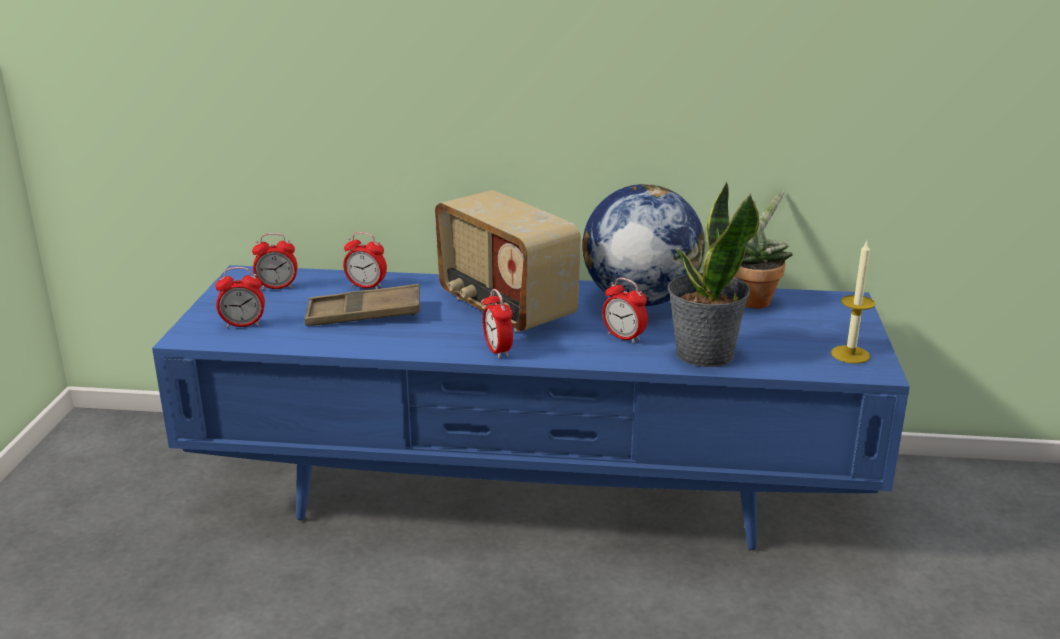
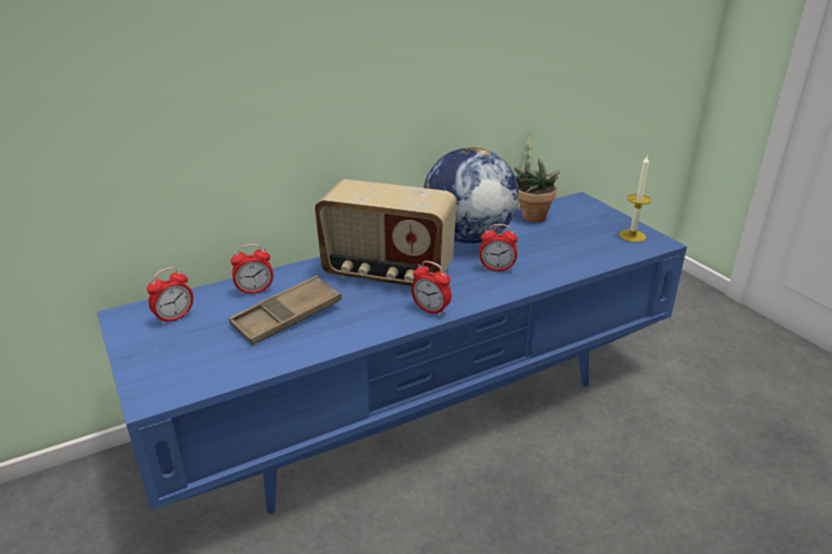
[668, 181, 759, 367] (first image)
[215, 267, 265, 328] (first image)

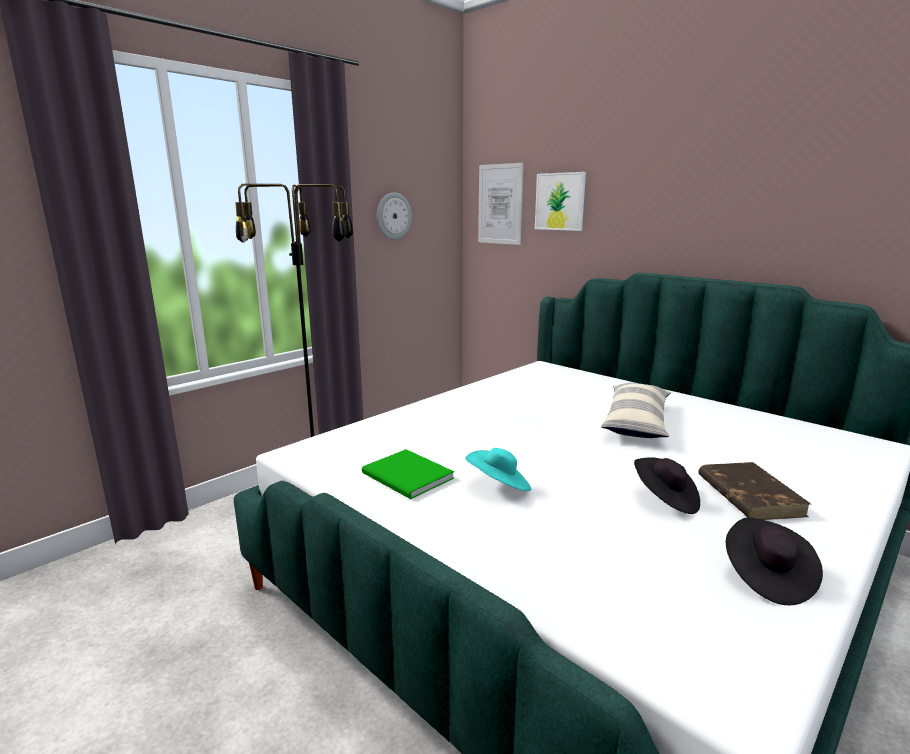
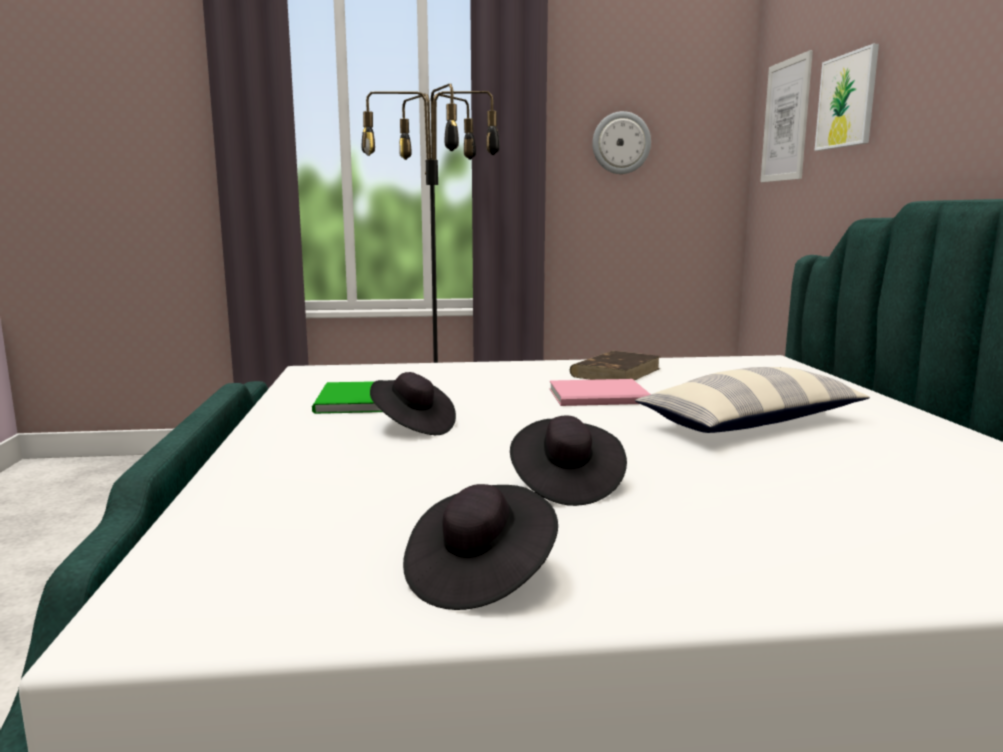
[370, 372, 456, 435]
[570, 351, 660, 380]
[550, 379, 651, 406]

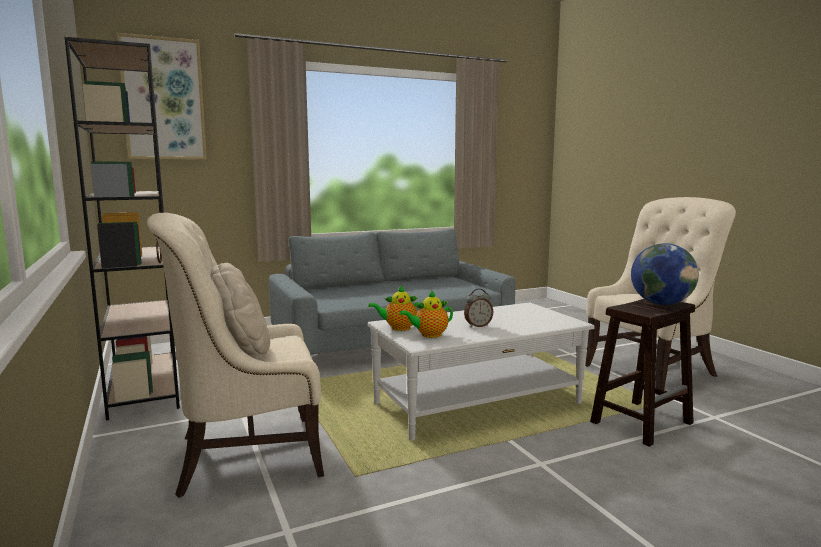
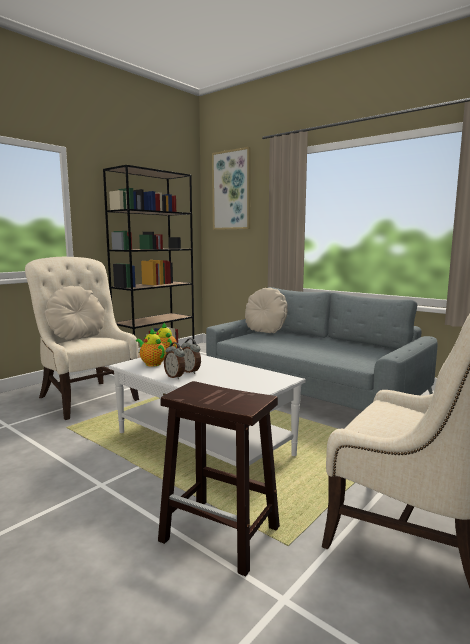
[631, 243, 699, 305] (first image)
[245, 288, 288, 333]
[164, 342, 185, 379]

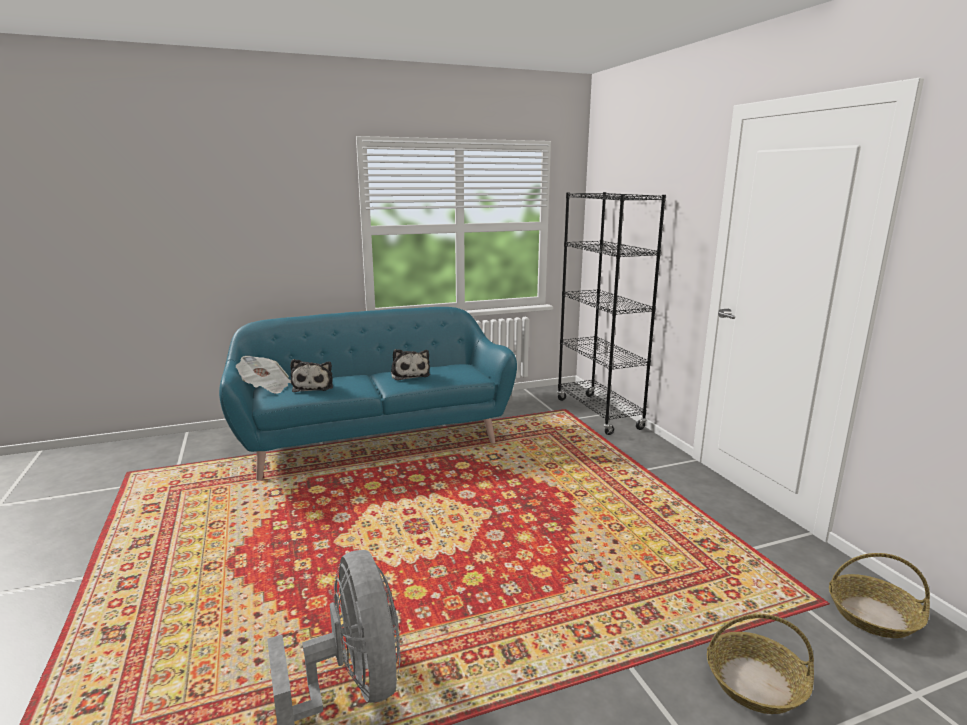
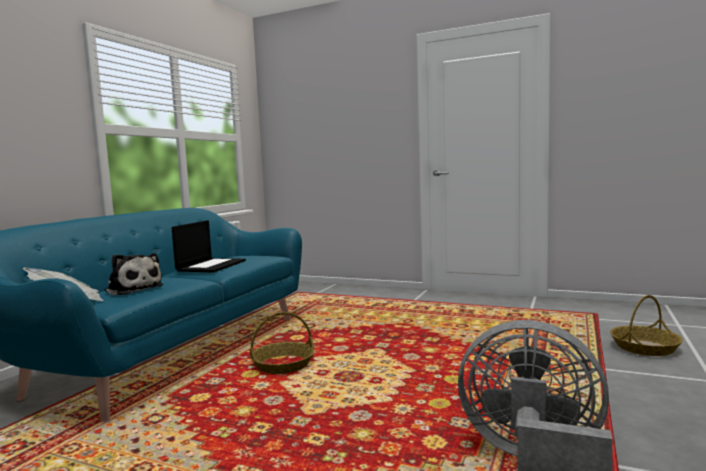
[557, 192, 666, 435] (first image)
[172, 220, 246, 272]
[250, 312, 314, 374]

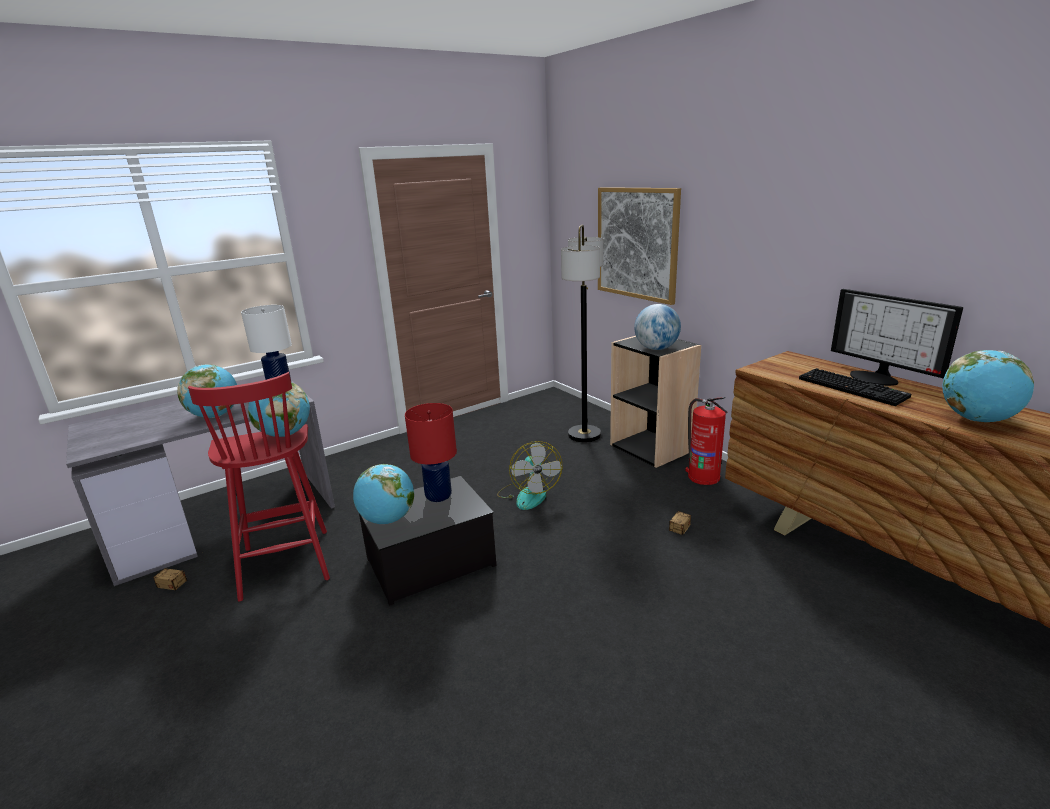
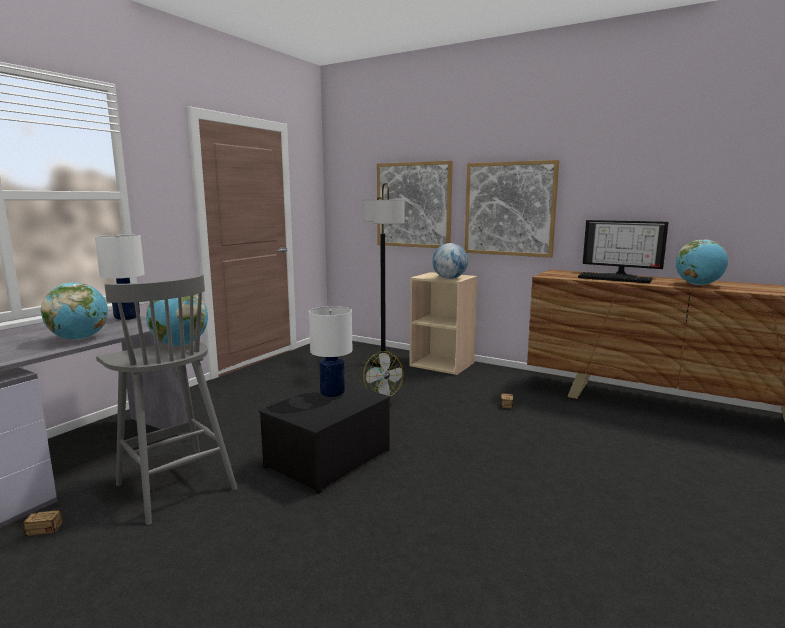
[409, 272, 477, 375]
[96, 274, 237, 525]
[685, 397, 728, 485] (first image)
[309, 306, 352, 397]
[353, 464, 414, 524] (first image)
[465, 160, 559, 258]

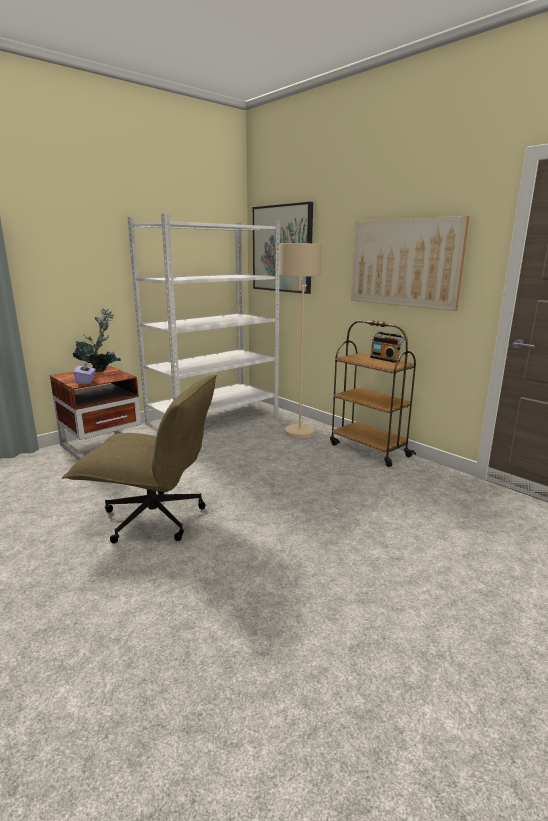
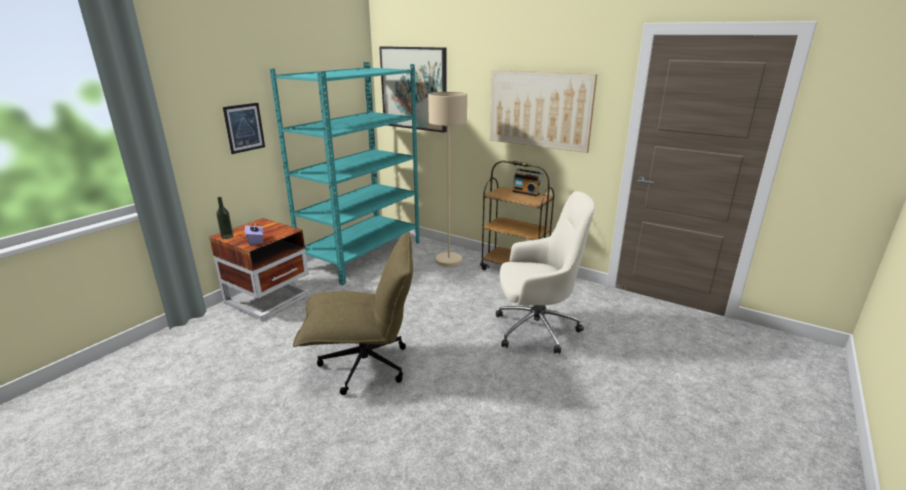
[270, 62, 420, 285]
[73, 309, 121, 372] (first image)
[223, 103, 265, 154]
[496, 191, 595, 354]
[216, 197, 233, 239]

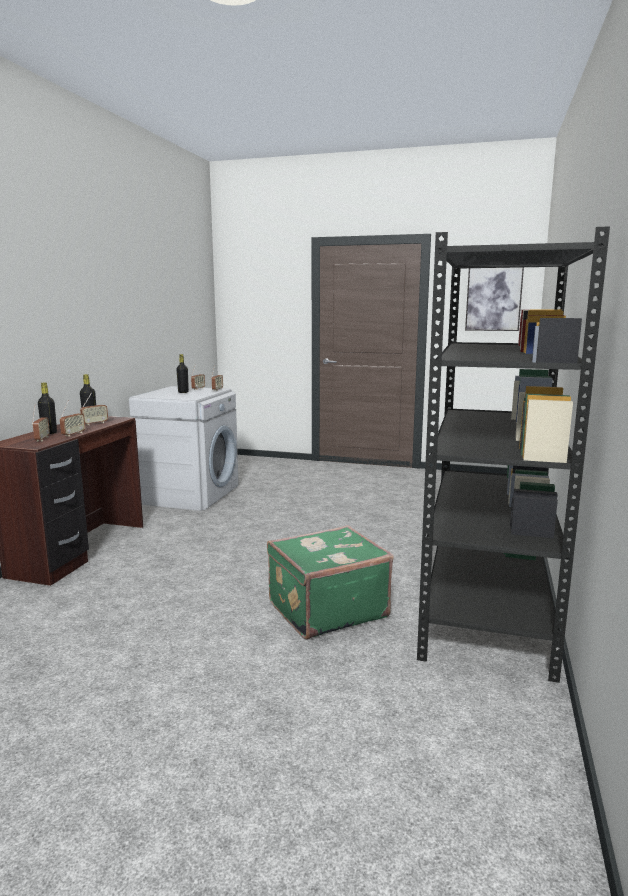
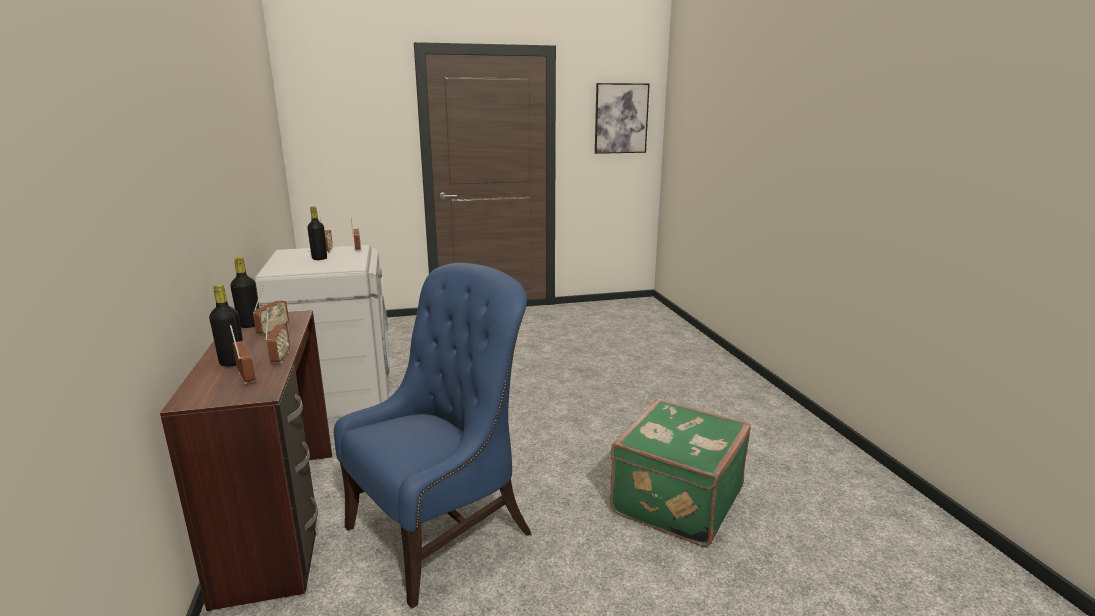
[417, 226, 610, 683] (first image)
[334, 263, 532, 609]

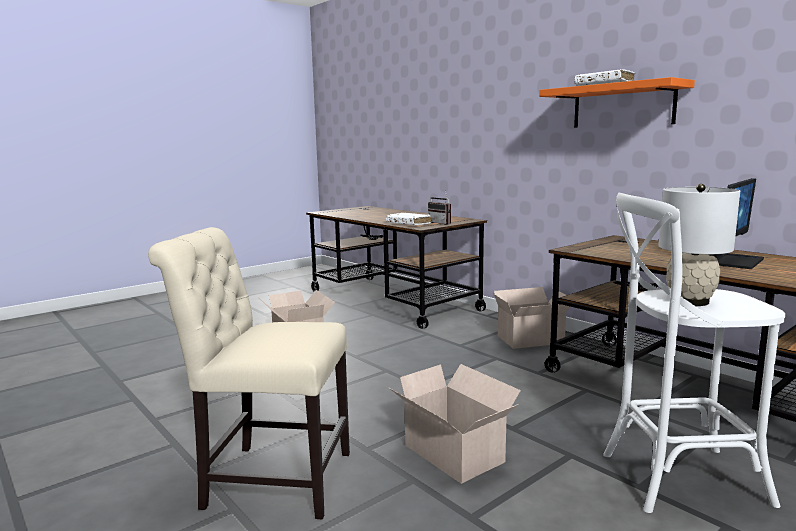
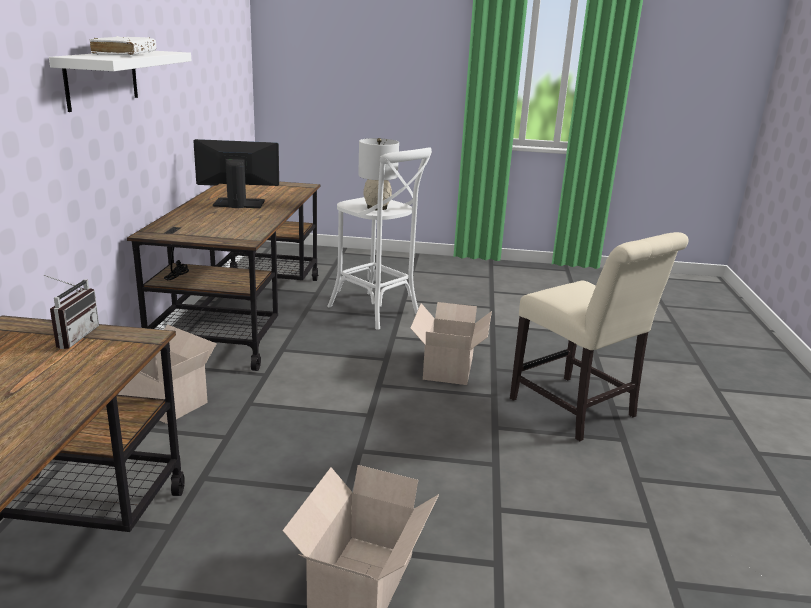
[49, 51, 191, 112]
[386, 212, 431, 226] (first image)

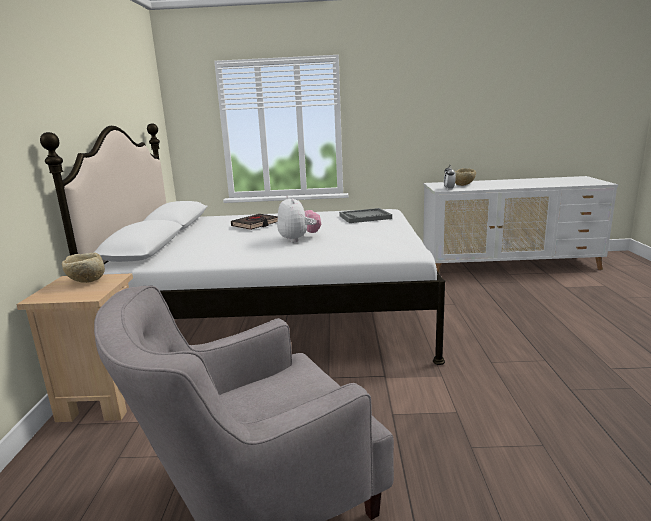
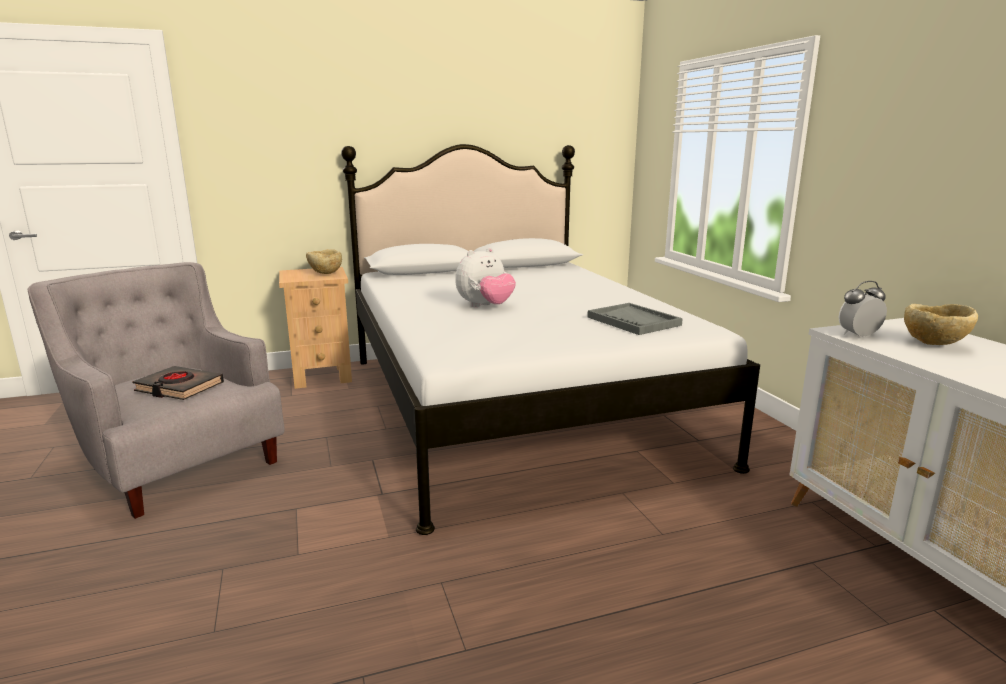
[132, 366, 224, 400]

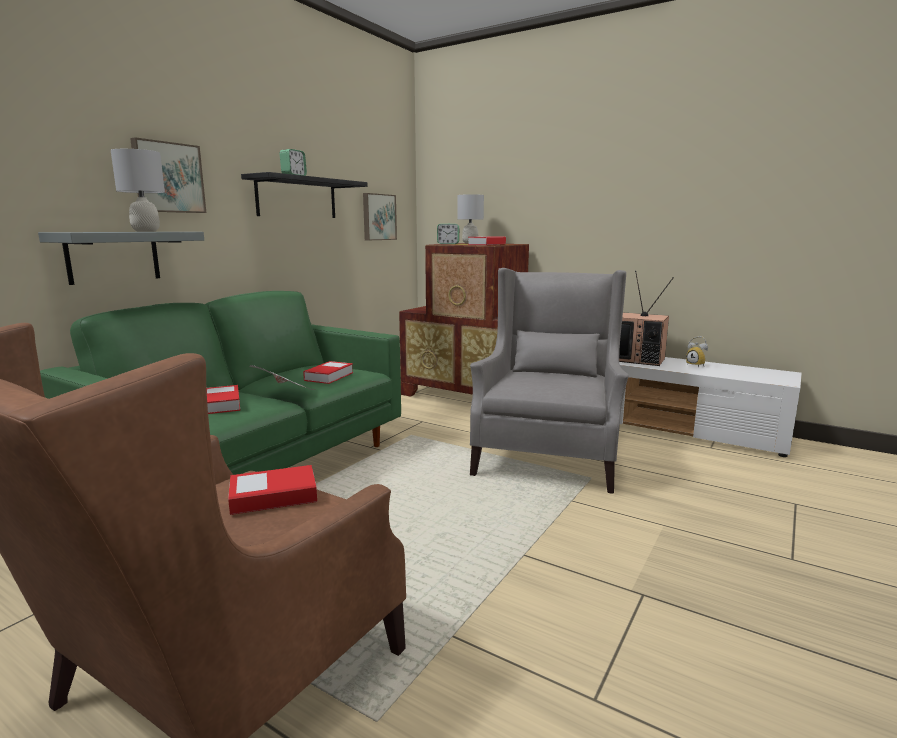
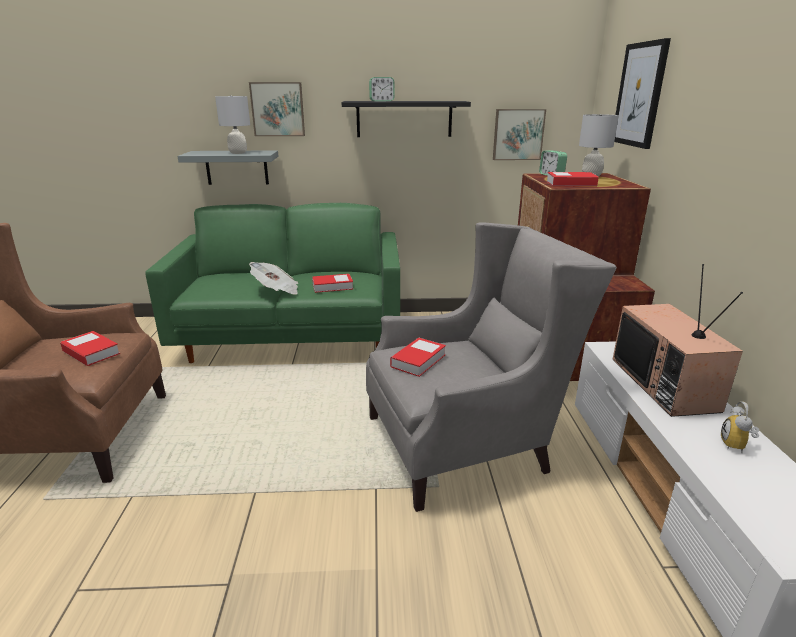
[390, 338, 446, 377]
[614, 38, 671, 149]

